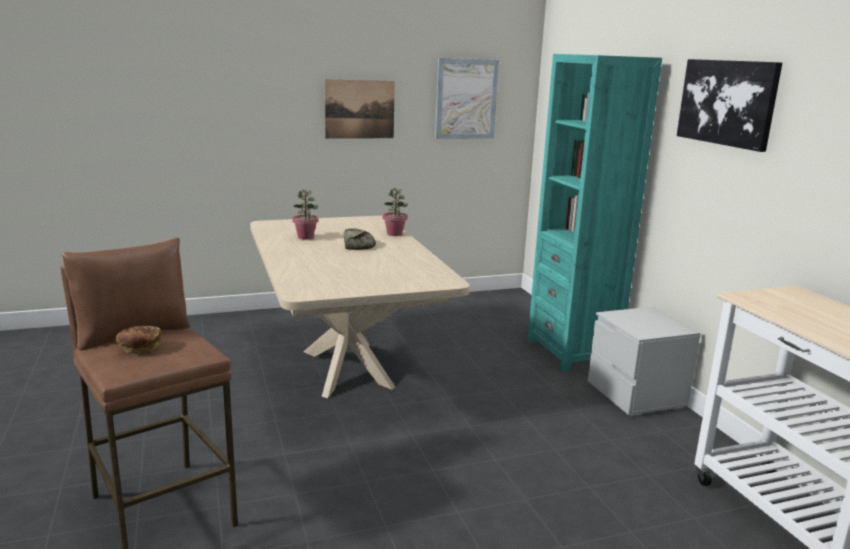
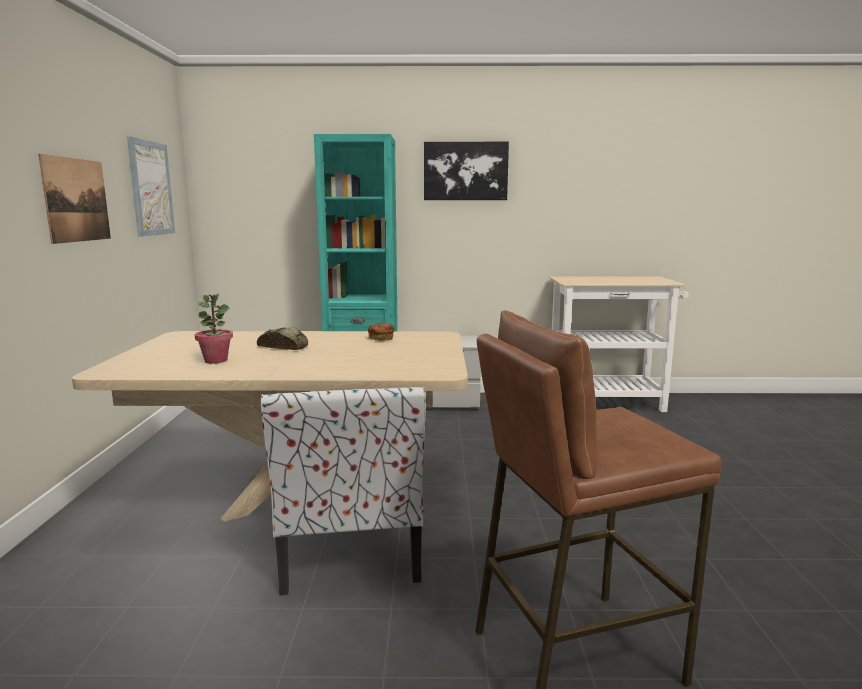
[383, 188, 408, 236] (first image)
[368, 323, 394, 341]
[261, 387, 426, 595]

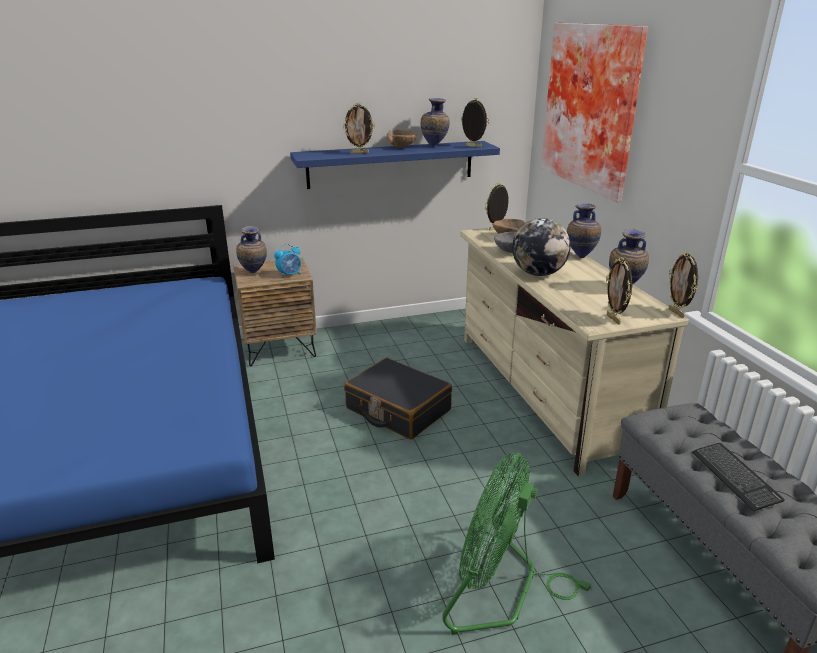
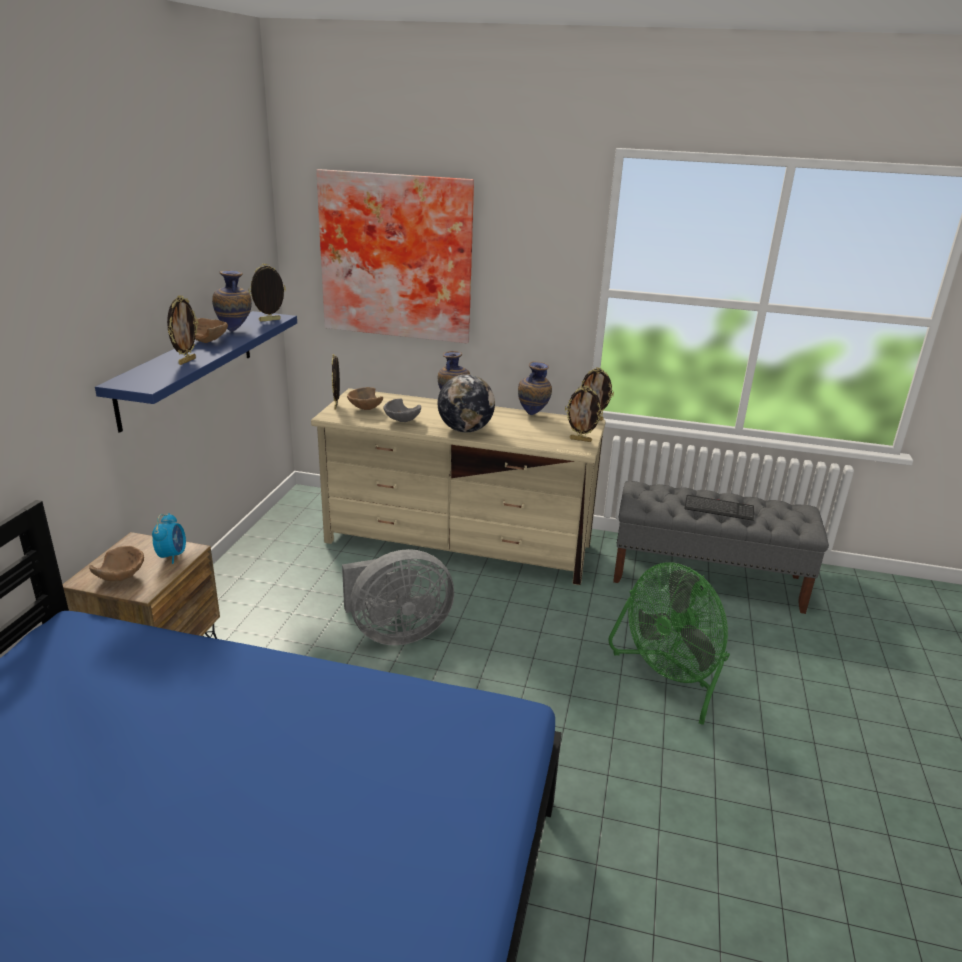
[89, 546, 144, 581]
[342, 549, 454, 645]

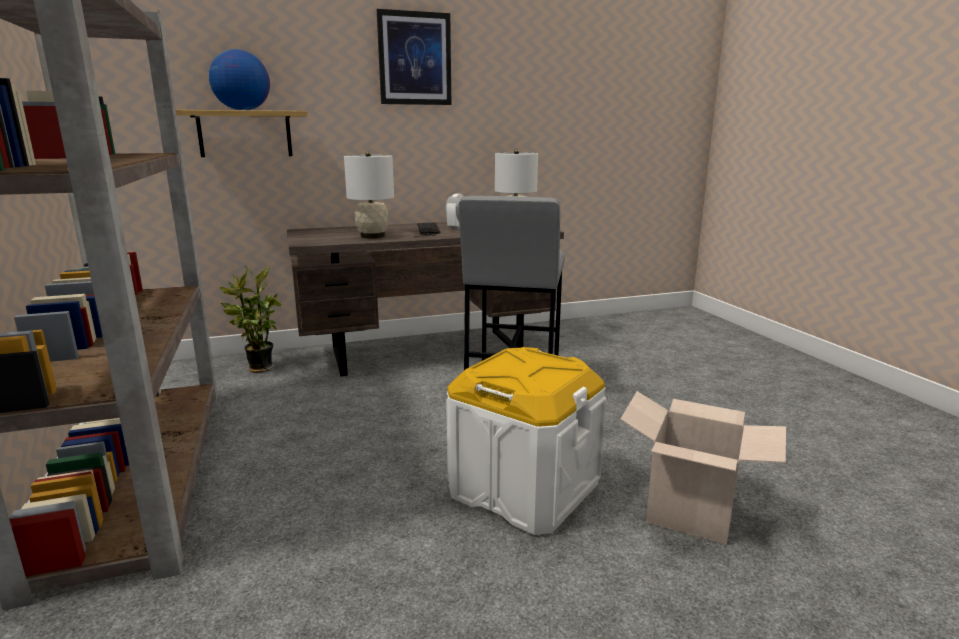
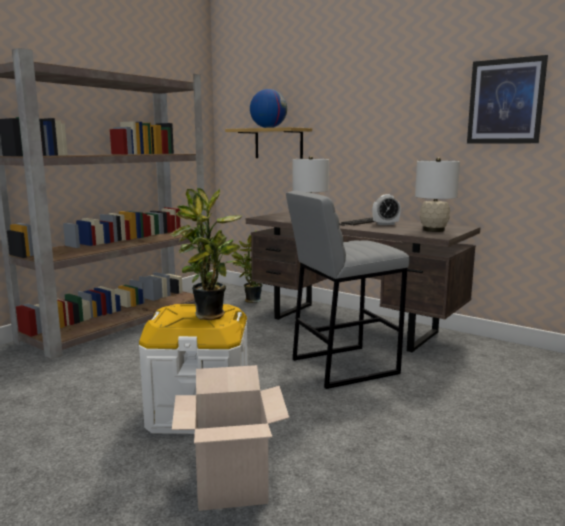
[467, 55, 548, 144]
[169, 187, 242, 320]

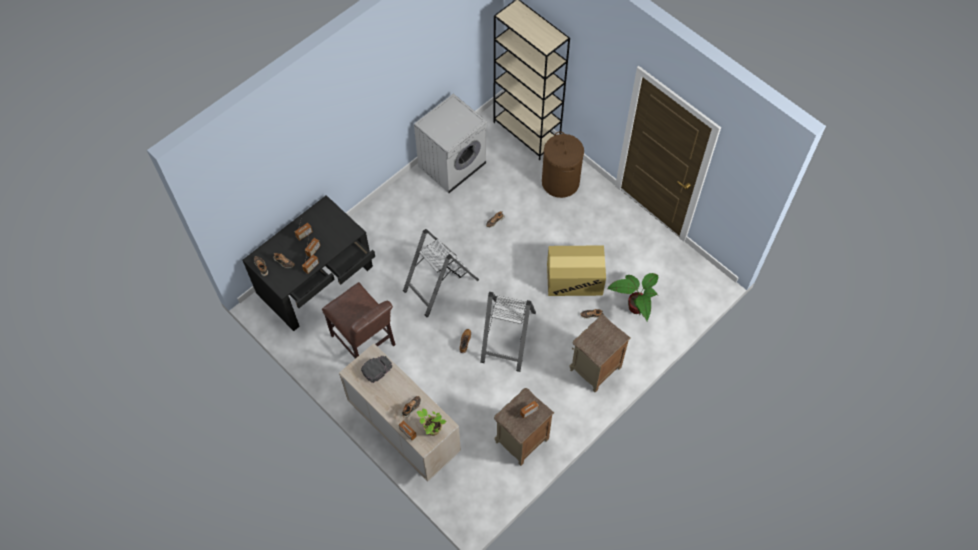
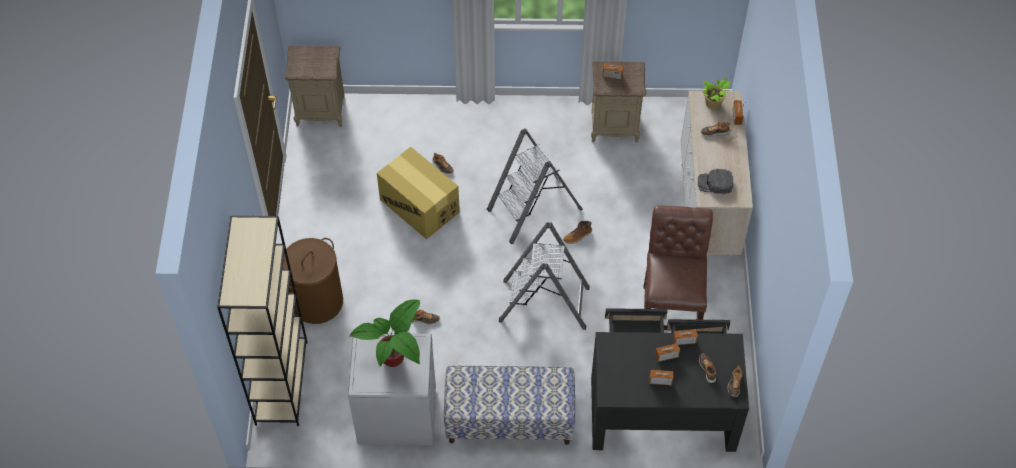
[349, 300, 420, 367]
[285, 46, 345, 127]
[444, 366, 575, 445]

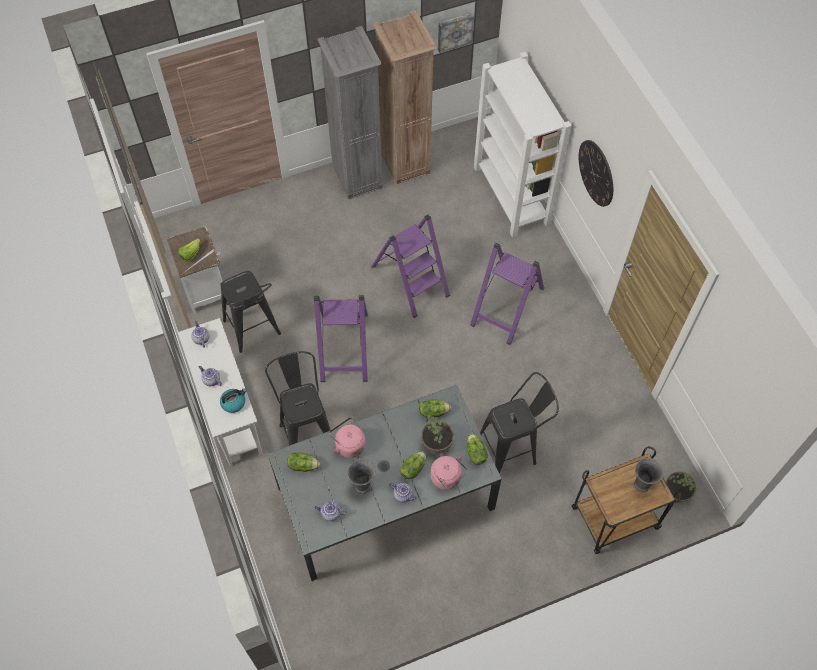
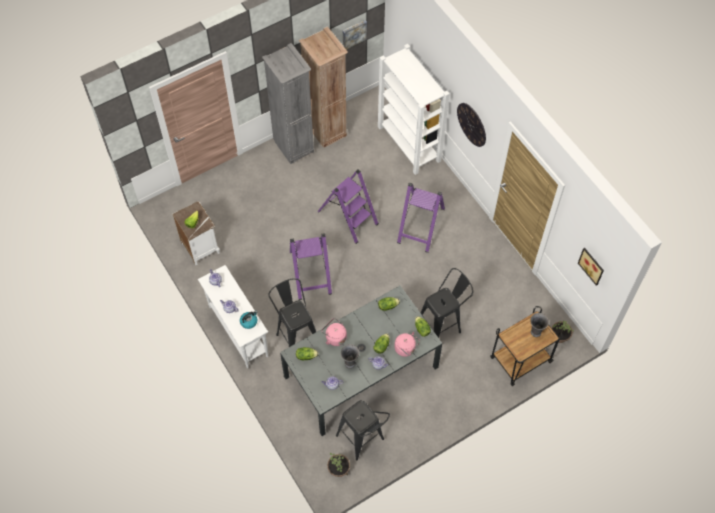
[336, 400, 390, 460]
[327, 453, 350, 477]
[578, 248, 604, 286]

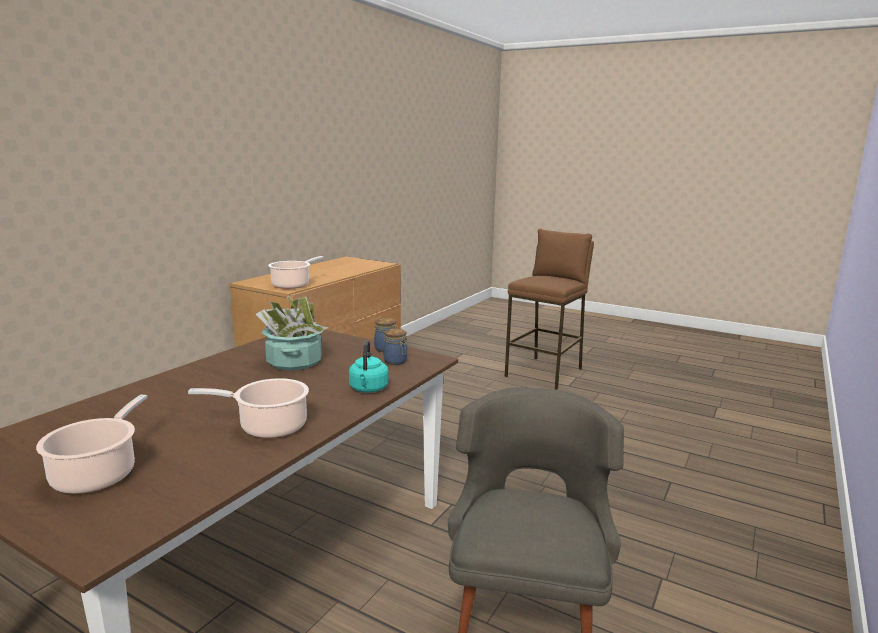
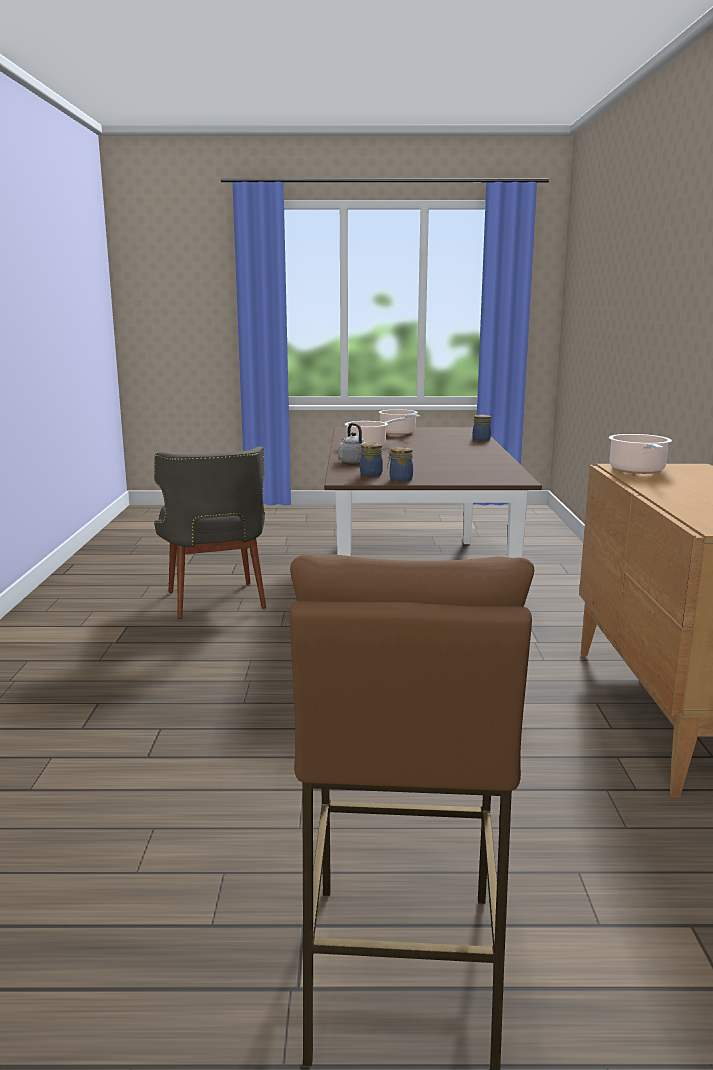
[255, 296, 328, 371] (first image)
[338, 423, 366, 464]
[473, 415, 491, 441]

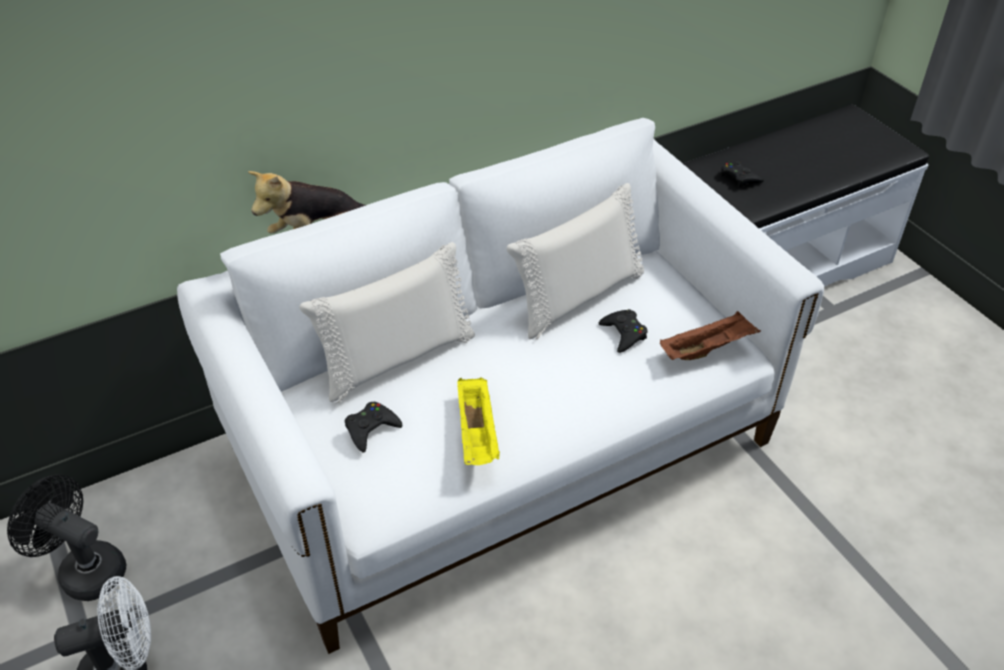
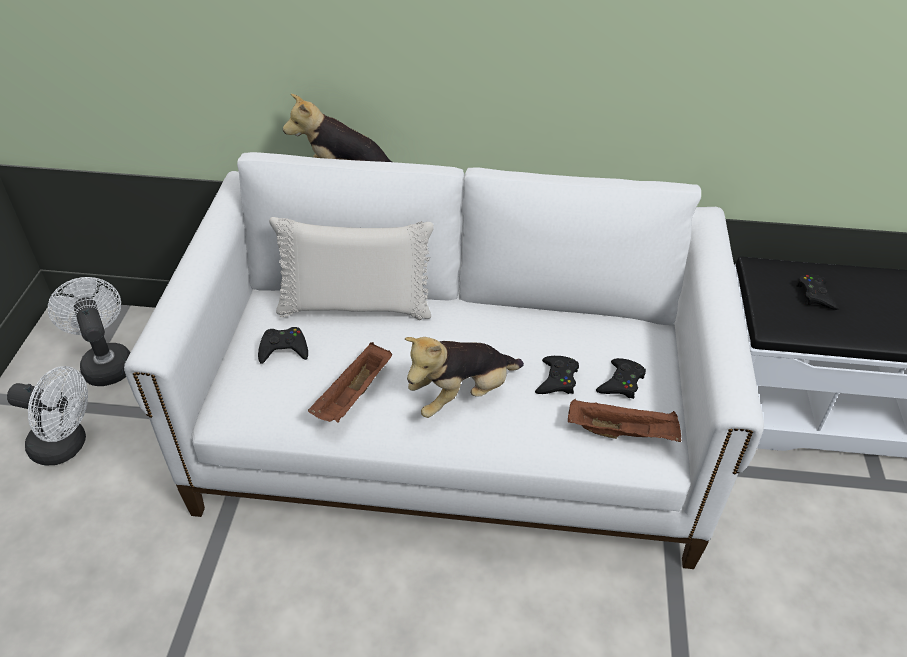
[506, 183, 644, 340] (first image)
[308, 342, 392, 422]
[48, 277, 131, 386]
[405, 337, 524, 418]
[596, 358, 646, 399]

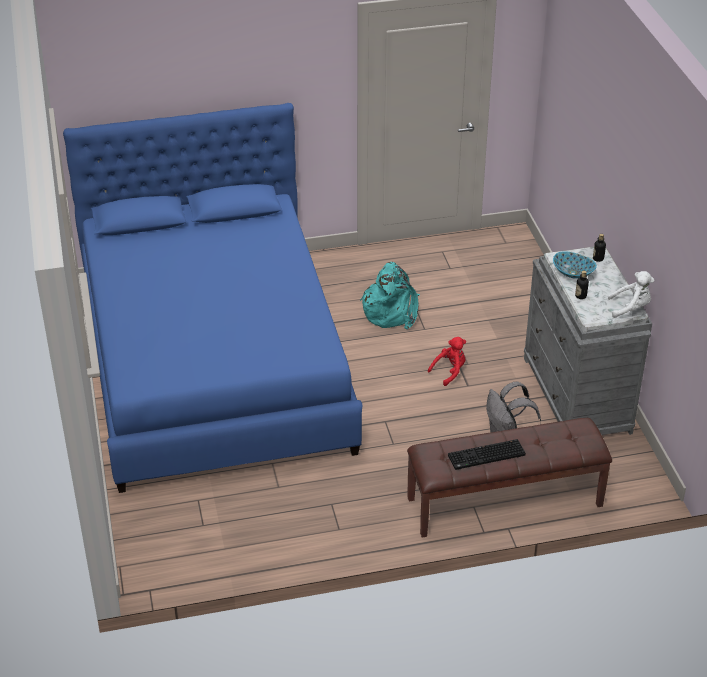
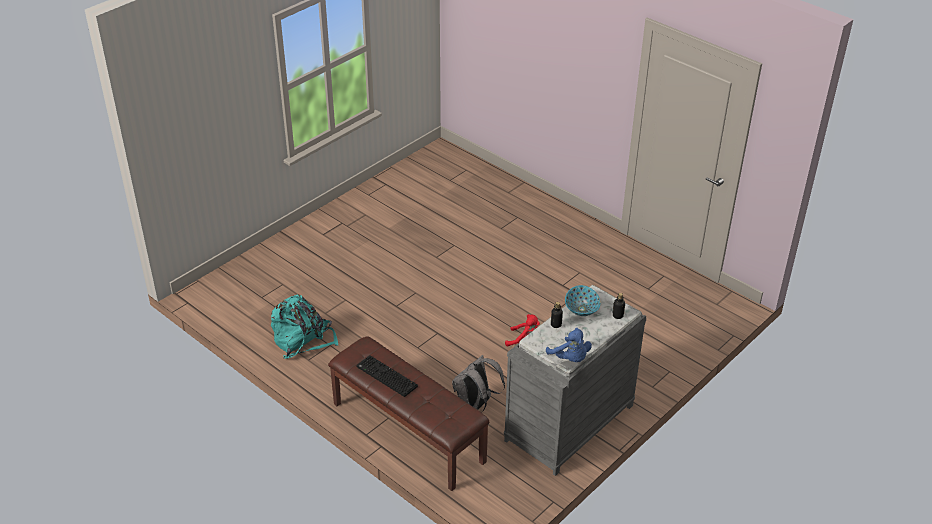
[63, 103, 362, 493] (first image)
[271, 295, 338, 359]
[546, 328, 592, 362]

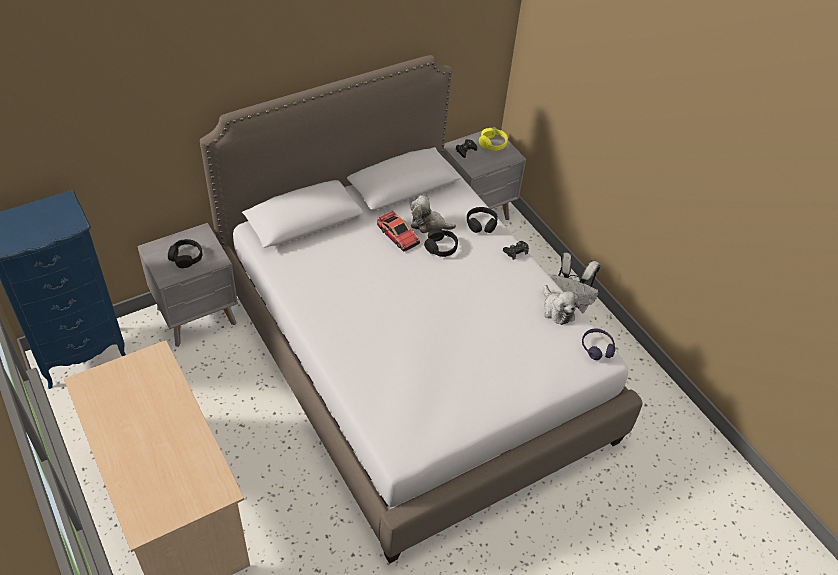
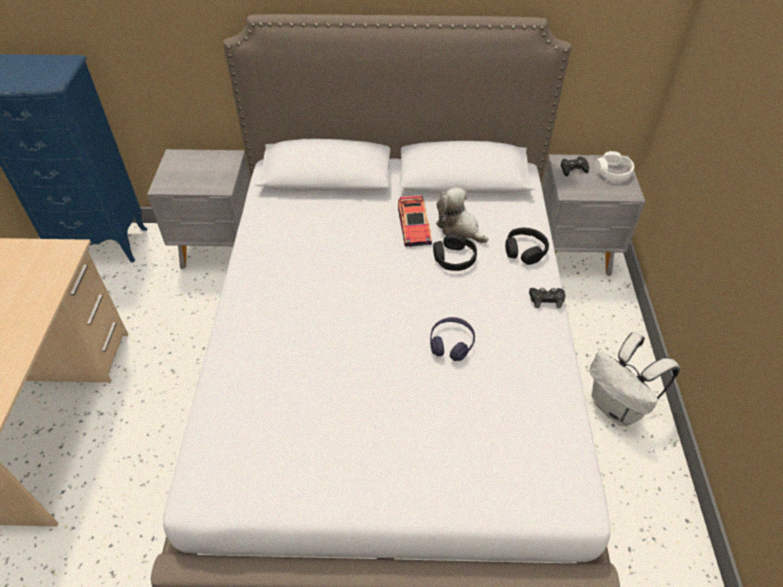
[595, 151, 634, 181]
[168, 239, 202, 268] (first image)
[543, 285, 580, 325] (first image)
[430, 317, 475, 361]

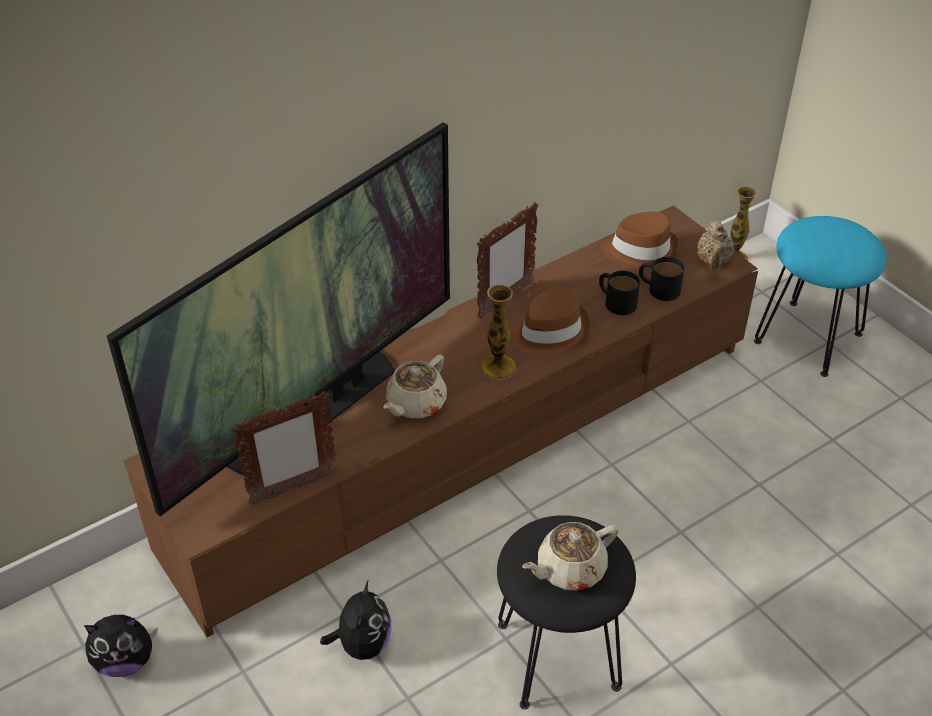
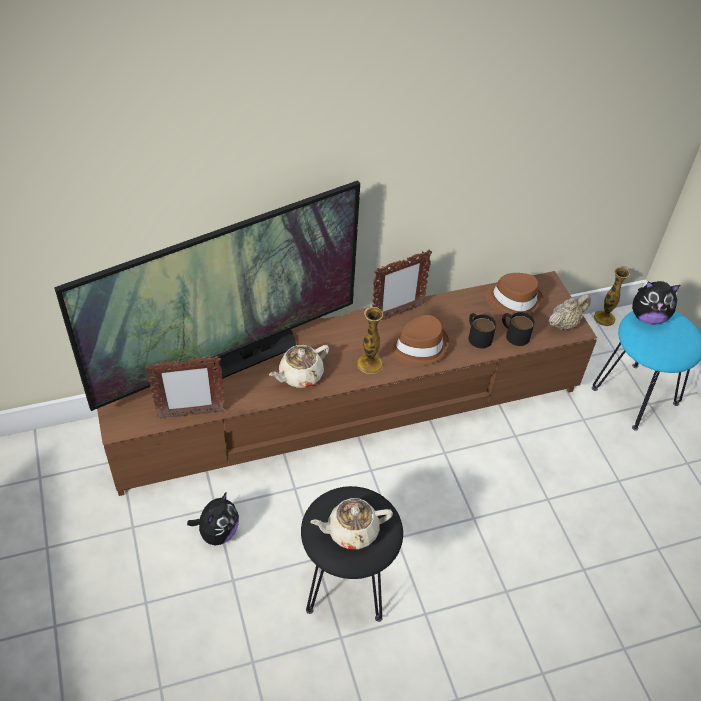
[548, 294, 591, 330]
[632, 281, 680, 324]

